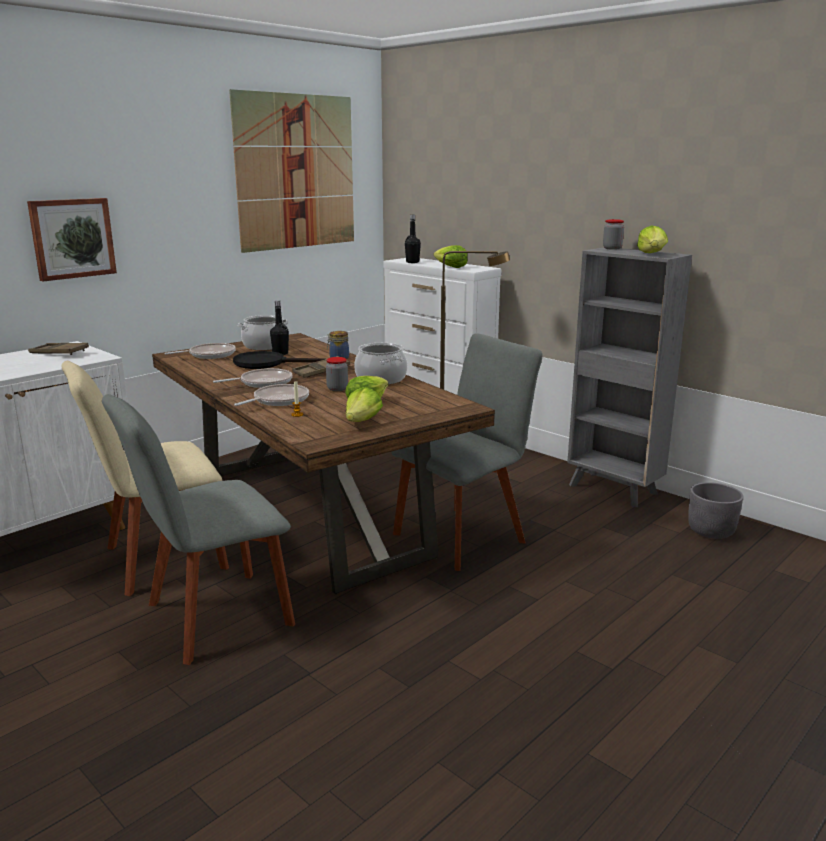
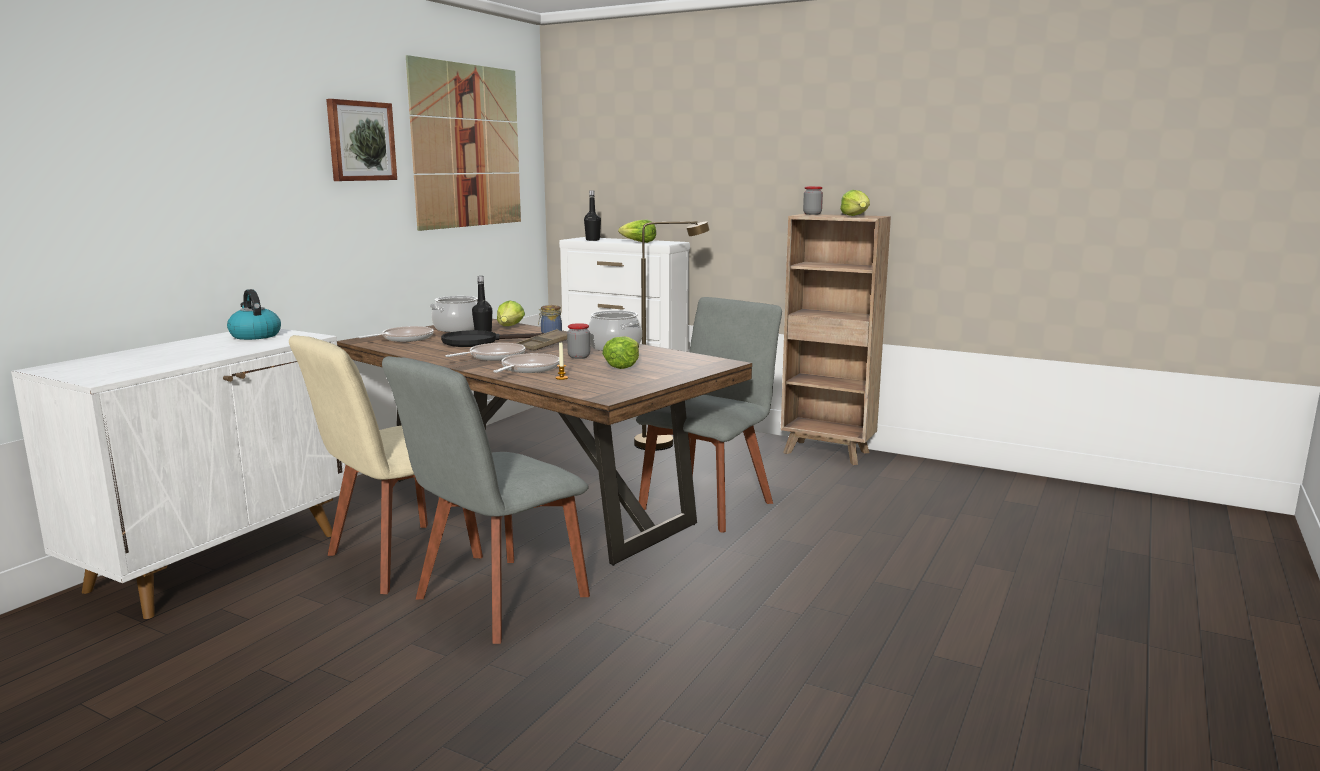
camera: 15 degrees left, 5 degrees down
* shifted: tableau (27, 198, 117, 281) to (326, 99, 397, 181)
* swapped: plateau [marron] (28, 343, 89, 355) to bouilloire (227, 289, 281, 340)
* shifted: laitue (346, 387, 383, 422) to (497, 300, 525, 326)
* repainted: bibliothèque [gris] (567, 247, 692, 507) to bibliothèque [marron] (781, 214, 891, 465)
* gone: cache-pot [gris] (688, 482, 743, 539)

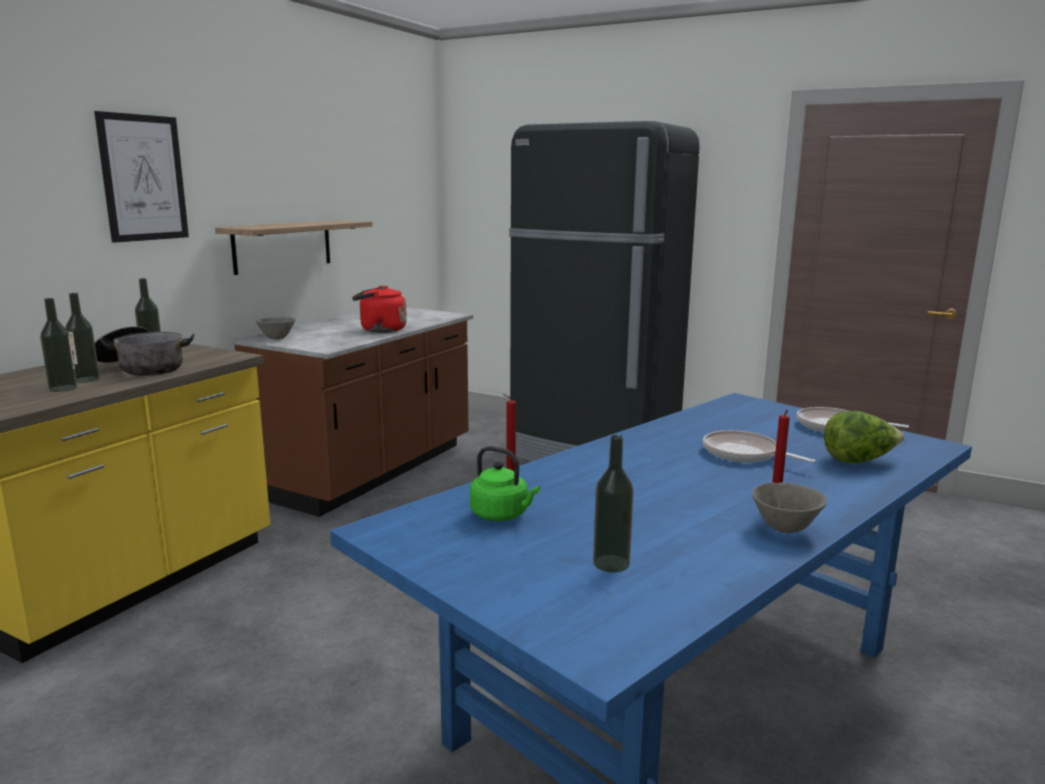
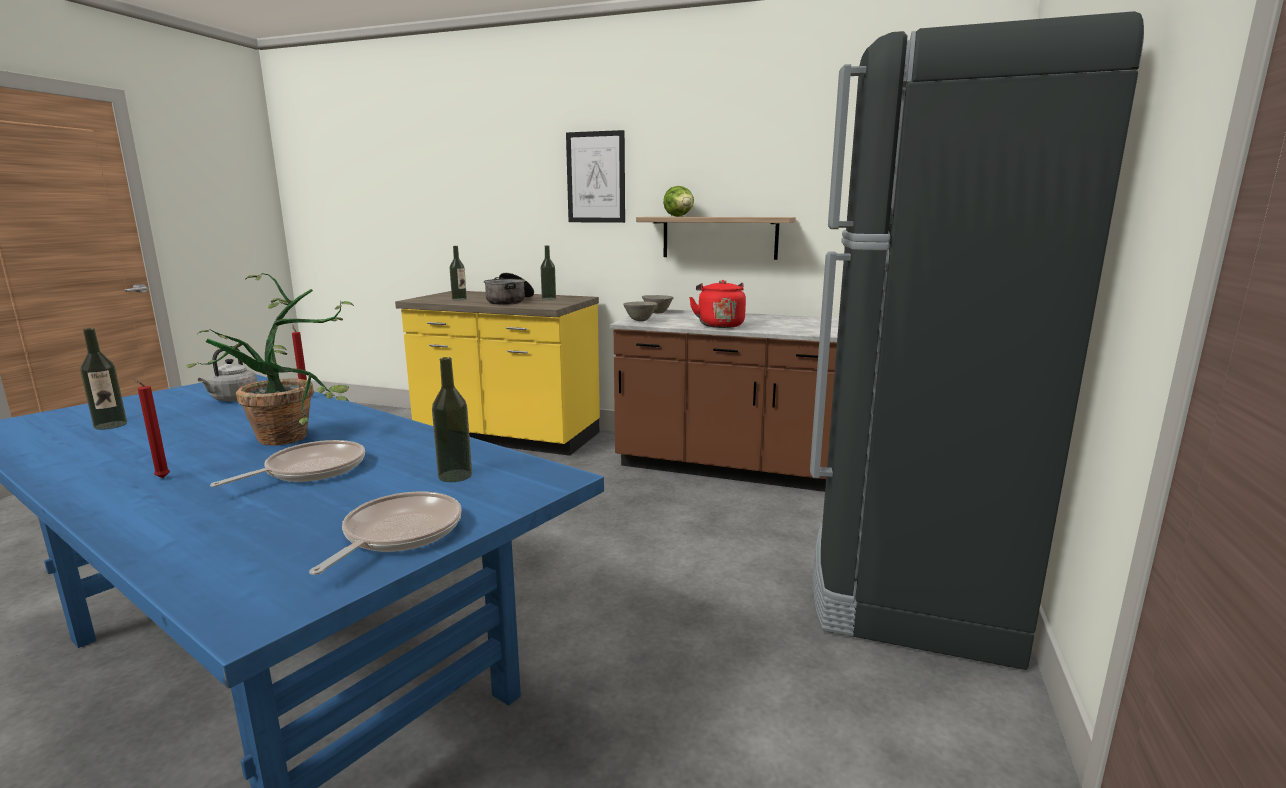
camera: 80 degrees right, 0 degrees up
* shifted: bouteille (65, 293, 100, 383) to (432, 357, 472, 482)
* repainted: bouilloire [vert] (470, 446, 540, 521) to bouilloire [gris] (198, 346, 258, 401)
* shifted: bol [gris] (752, 483, 827, 533) to (623, 301, 658, 321)
* shifted: laitue (824, 410, 904, 463) to (663, 186, 694, 217)
* new: plante en pot (186, 273, 354, 446)

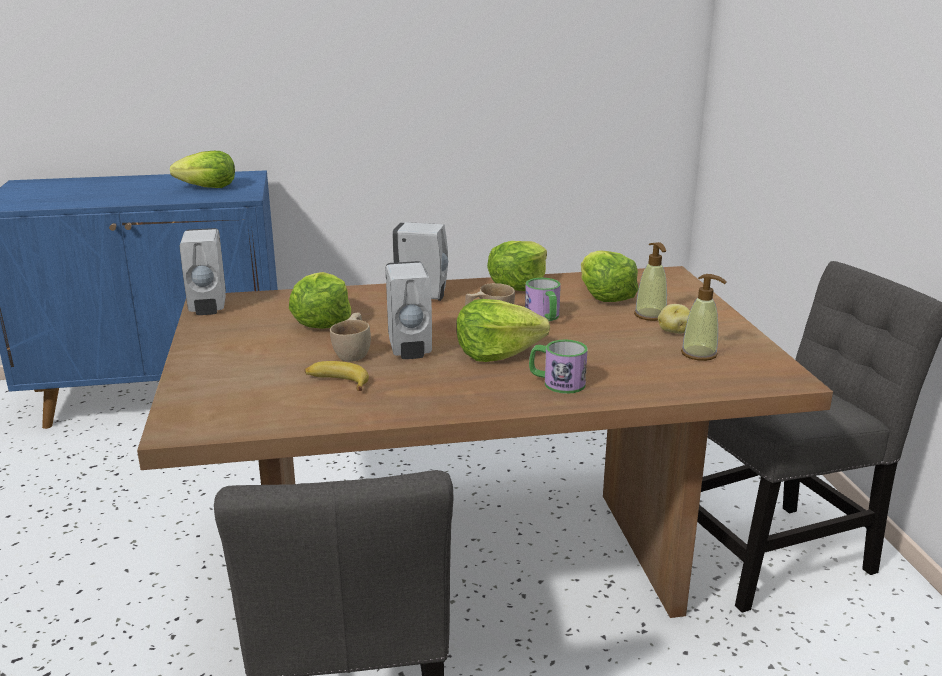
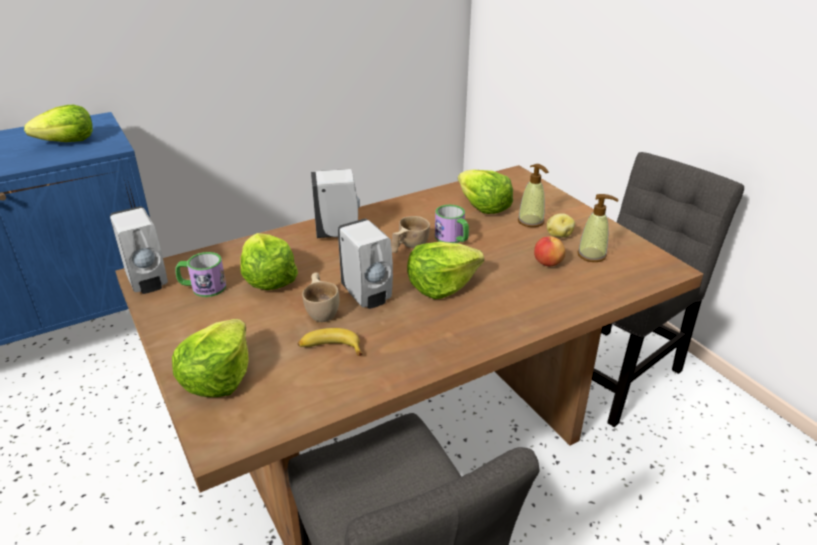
camera: 20 degrees left, 10 degrees up
* shifted: laitue (487, 241, 547, 291) to (172, 319, 249, 397)
* shifted: mug (529, 340, 588, 394) to (175, 252, 226, 297)
* new: pomme (534, 236, 565, 266)

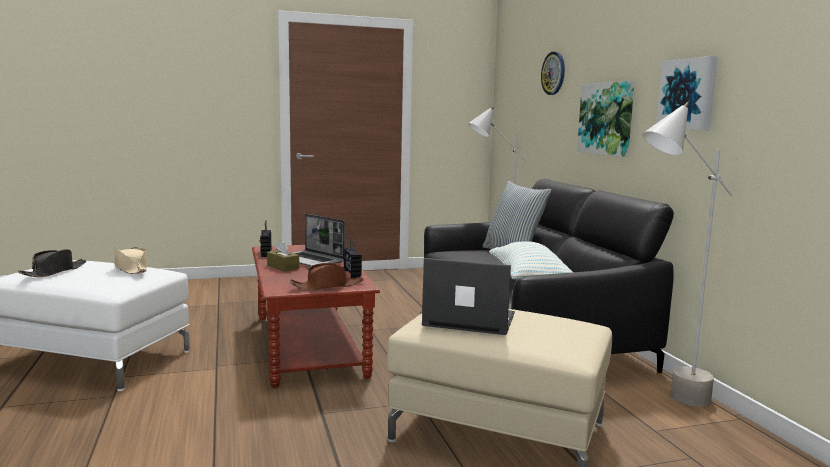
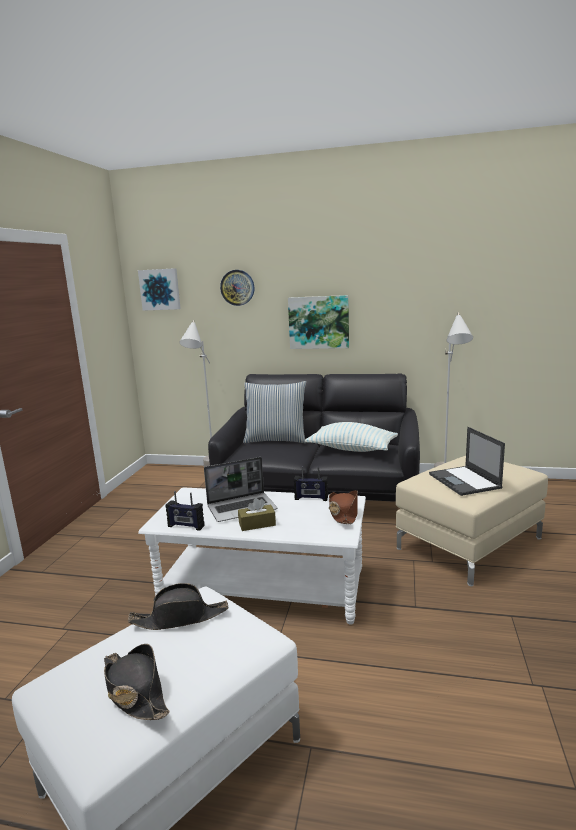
camera: 60 degrees left, 5 degrees up
* repainted: chapeau [beige] (114, 247, 147, 274) to chapeau [noir] (128, 583, 229, 630)
* repainted: table basse [marron] (252, 245, 380, 388) to table basse [blanc] (138, 487, 366, 625)
* rotated: ordinateur portable (422, 258, 515, 335) = (429, 427, 505, 496) 60 degrees counterclockwise
* shifted: tableau (656, 56, 718, 130) to (138, 268, 181, 311)

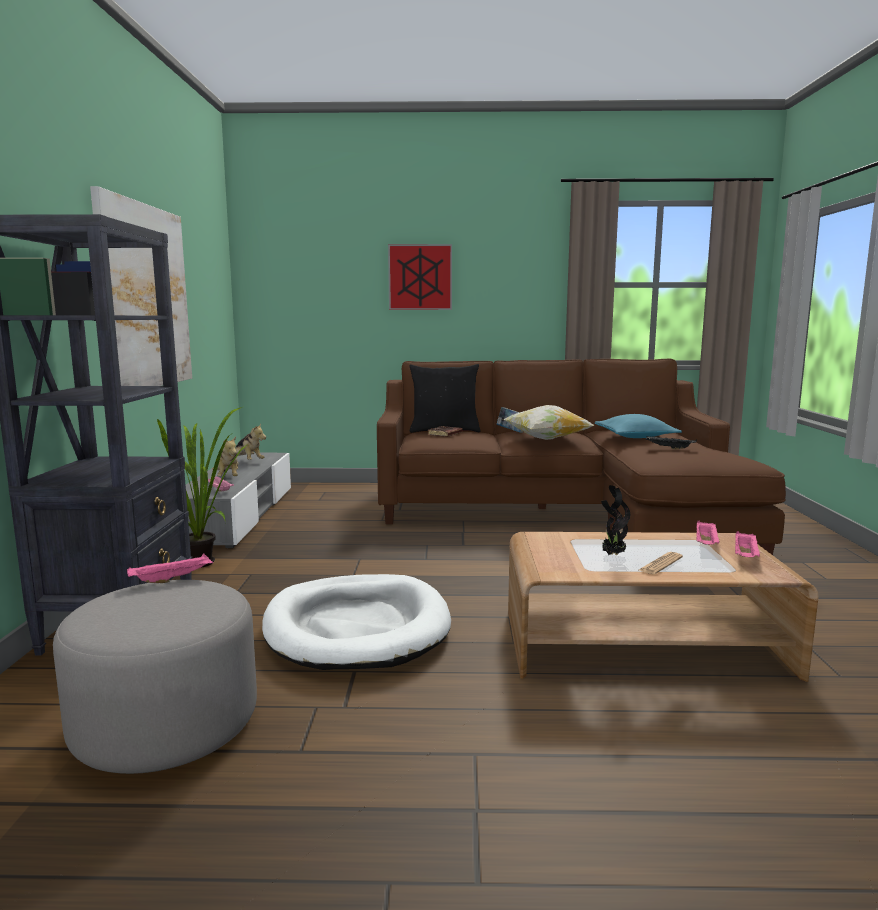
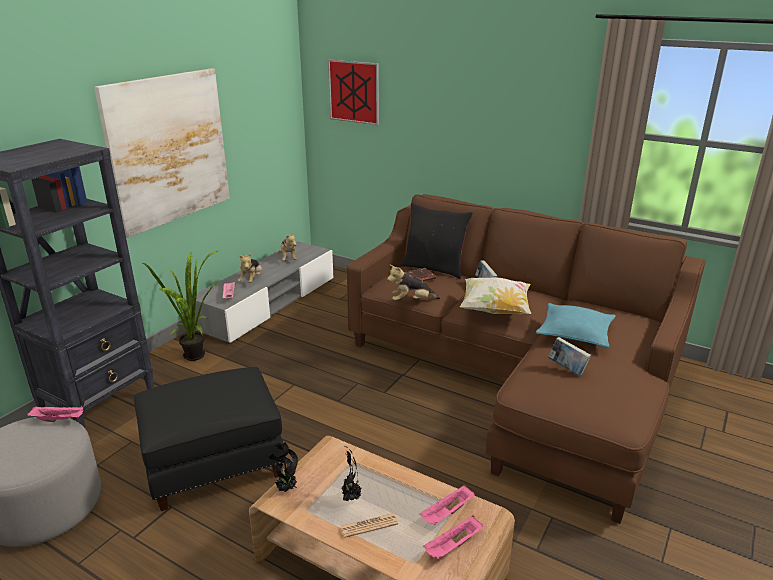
camera: 30 degrees right, 15 degrees up
* swapped: panier pour chien [blanc] (262, 574, 451, 670) to pouf [noir] (134, 367, 286, 511)
* shifted: tableau (388, 244, 452, 310) to (328, 60, 379, 125)
* swapped: plateau [noir] (646, 436, 697, 449) to livre (548, 337, 591, 376)
* new: plante en pot (269, 442, 298, 492)
* new: peluche (387, 265, 441, 300)

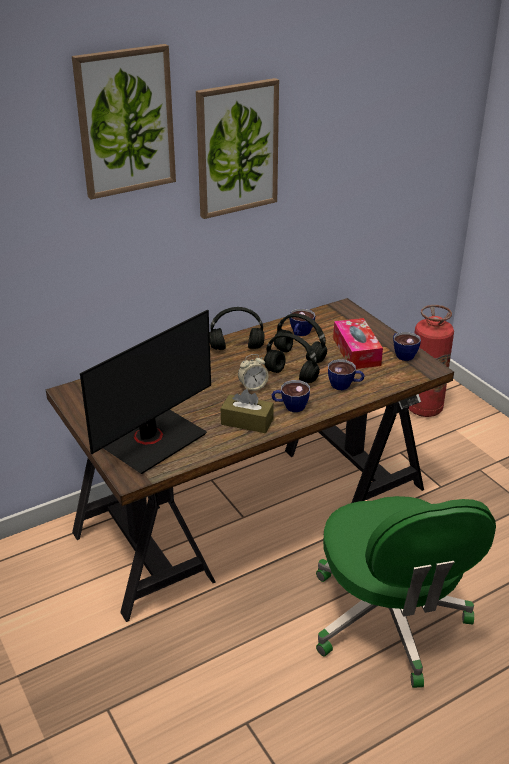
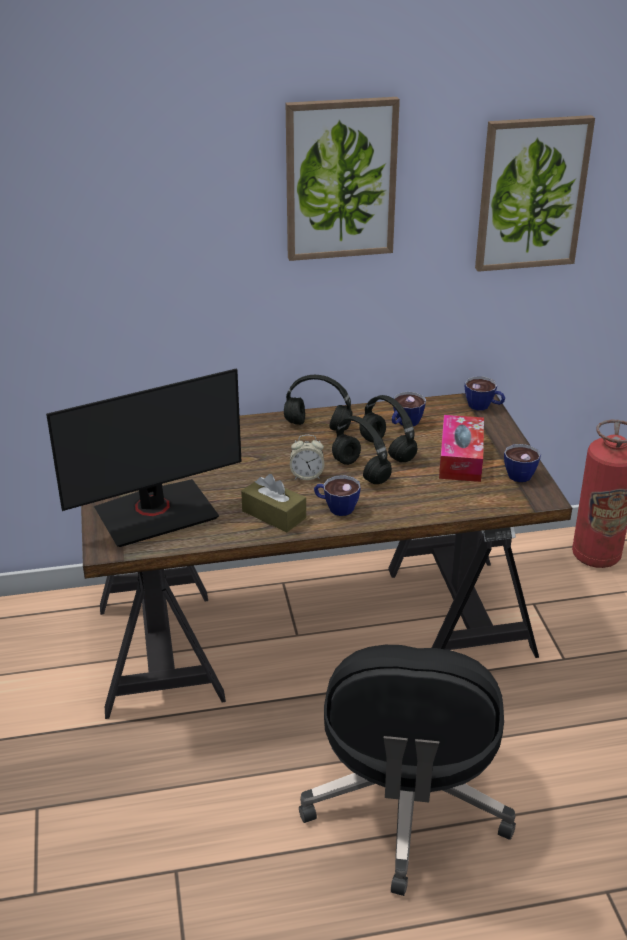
camera: 20 degrees right, 0 degrees up
* shifted: tableau (72, 44, 176, 199) to (475, 115, 595, 272)
* repainted: chaise de bureau [vert] (316, 496, 496, 688) to chaise de bureau [noir] (299, 645, 516, 896)
* shifted: tasse (328, 359, 365, 390) to (465, 376, 505, 411)

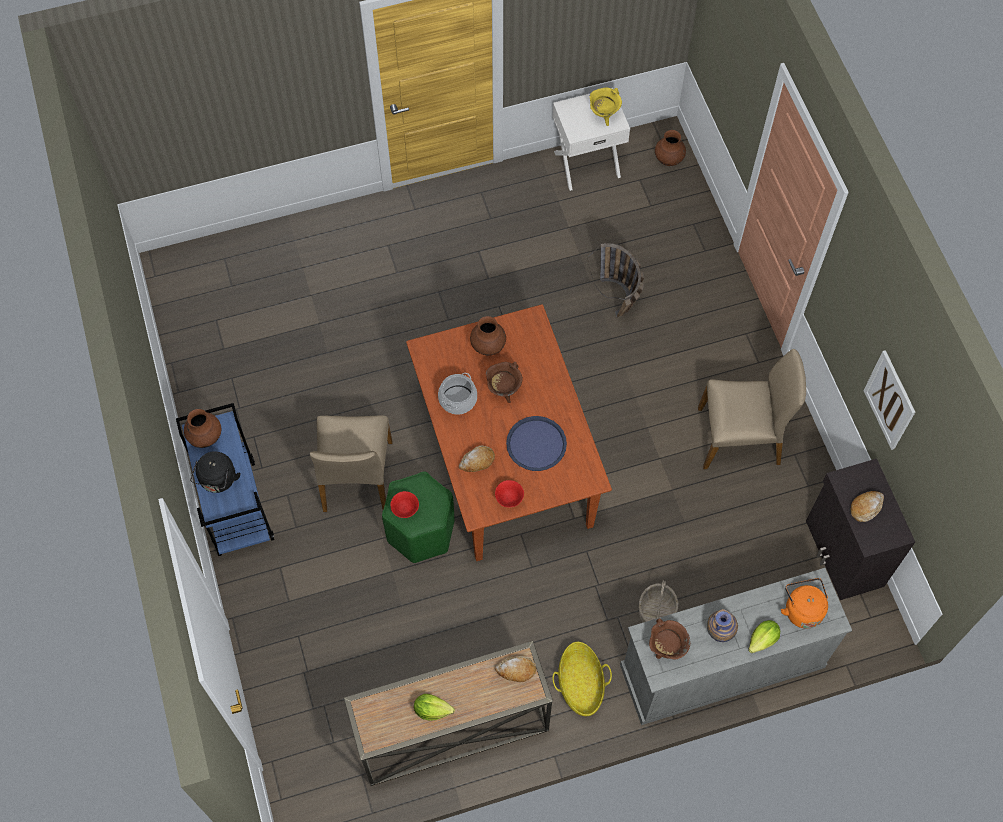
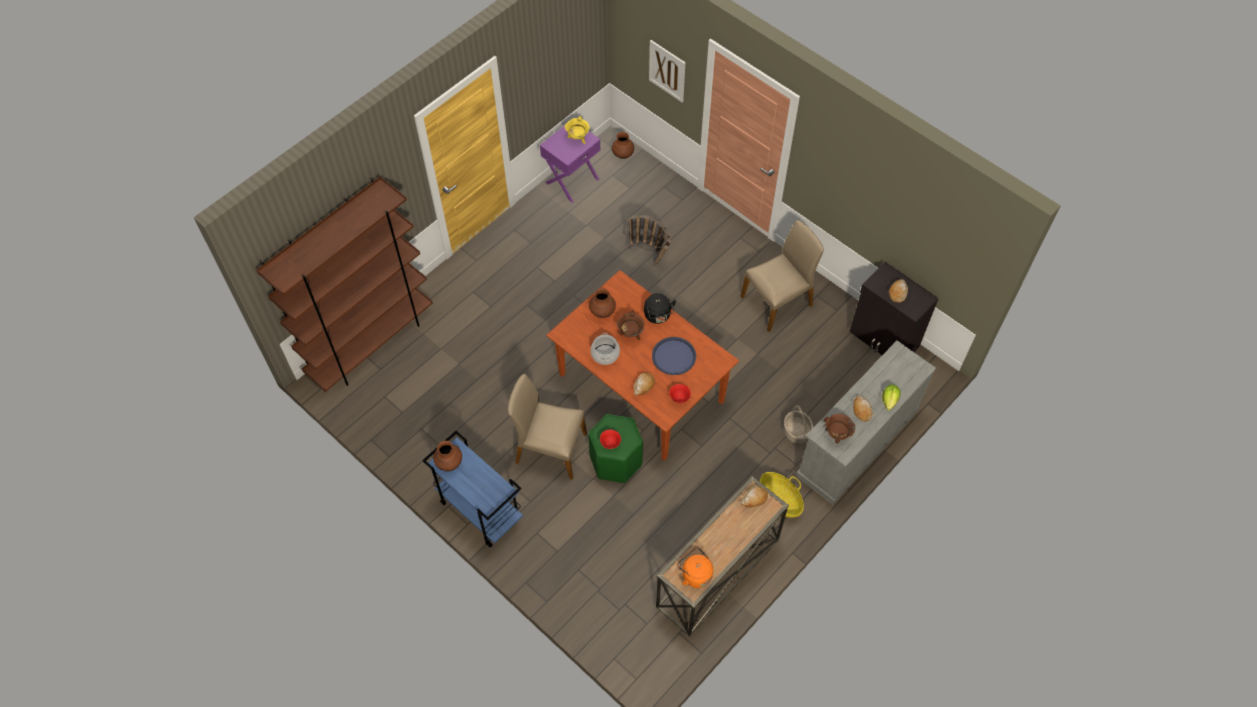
camera: 30 degrees left, 5 degrees down
* shifted: bouilloire [noir] (190, 451, 241, 493) to (644, 293, 676, 324)
* rotated: chaise [beige] (310, 416, 392, 512) = (508, 374, 587, 480) 135 degrees clockwise
* gone: laitue (414, 694, 455, 721)
* repainted: table de chevet [blanc] (553, 88, 630, 191) to table de chevet [violet] (540, 125, 601, 202)
* swapped: vase (707, 609, 738, 642) to pain (853, 395, 873, 422)
* shifted: bouilloire [orange] (781, 578, 828, 629) to (677, 547, 713, 588)
* shifted: tableau (863, 350, 915, 450) to (649, 40, 685, 102)
* new: bibliothèque [marron] (256, 176, 433, 392)

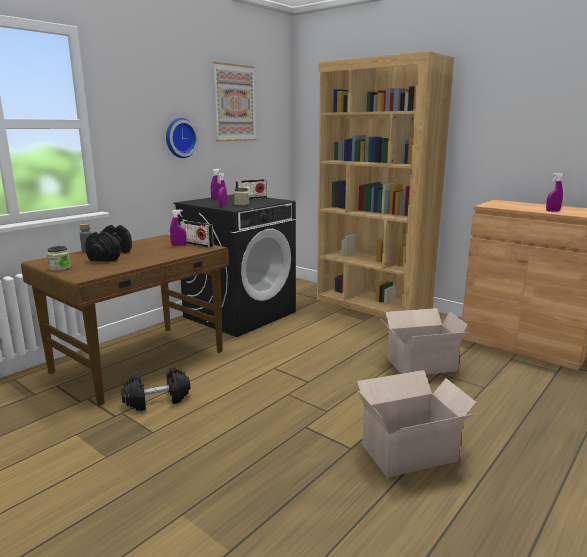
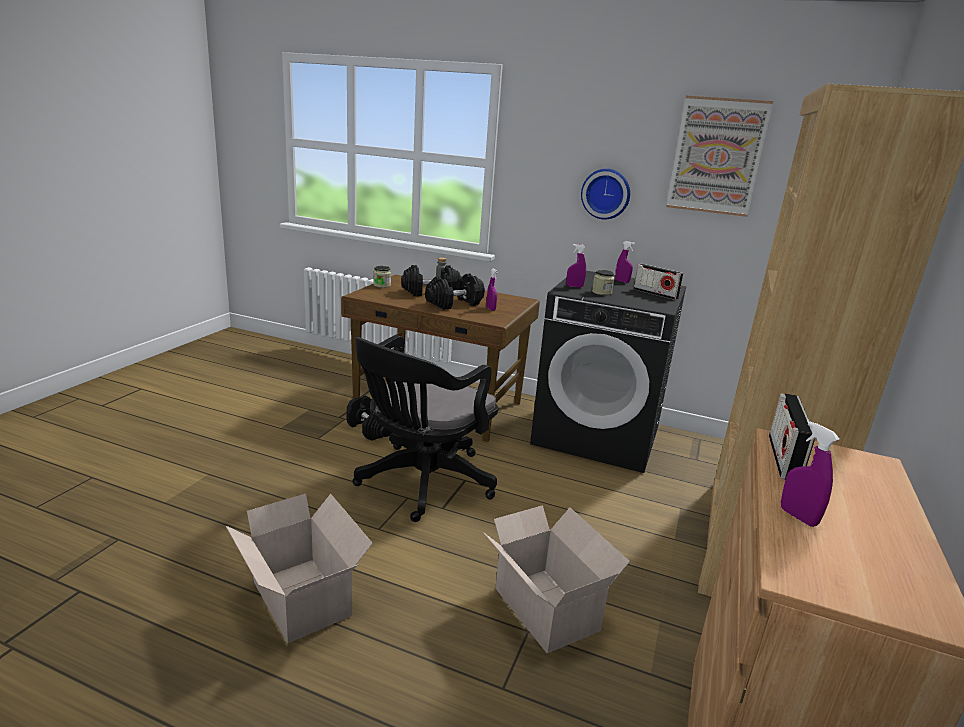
camera: 70 degrees right, 5 degrees up
* shifted: radio (180, 221, 214, 247) to (769, 393, 815, 480)
* new: chaise de bureau [noir] (353, 335, 498, 522)
* new: haltère [noir] (425, 274, 485, 310)

